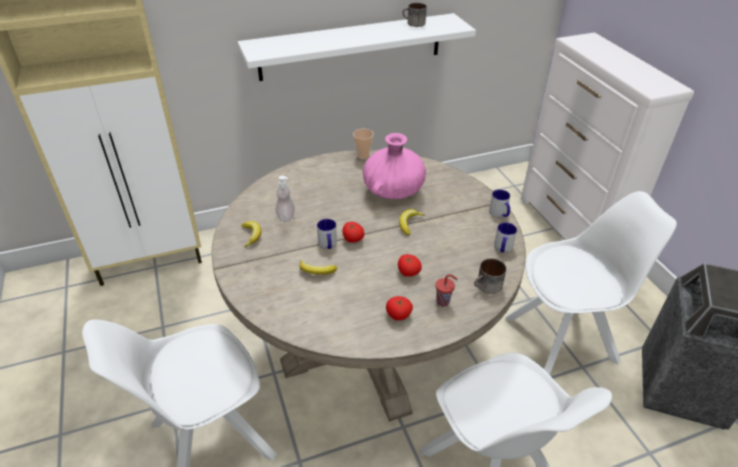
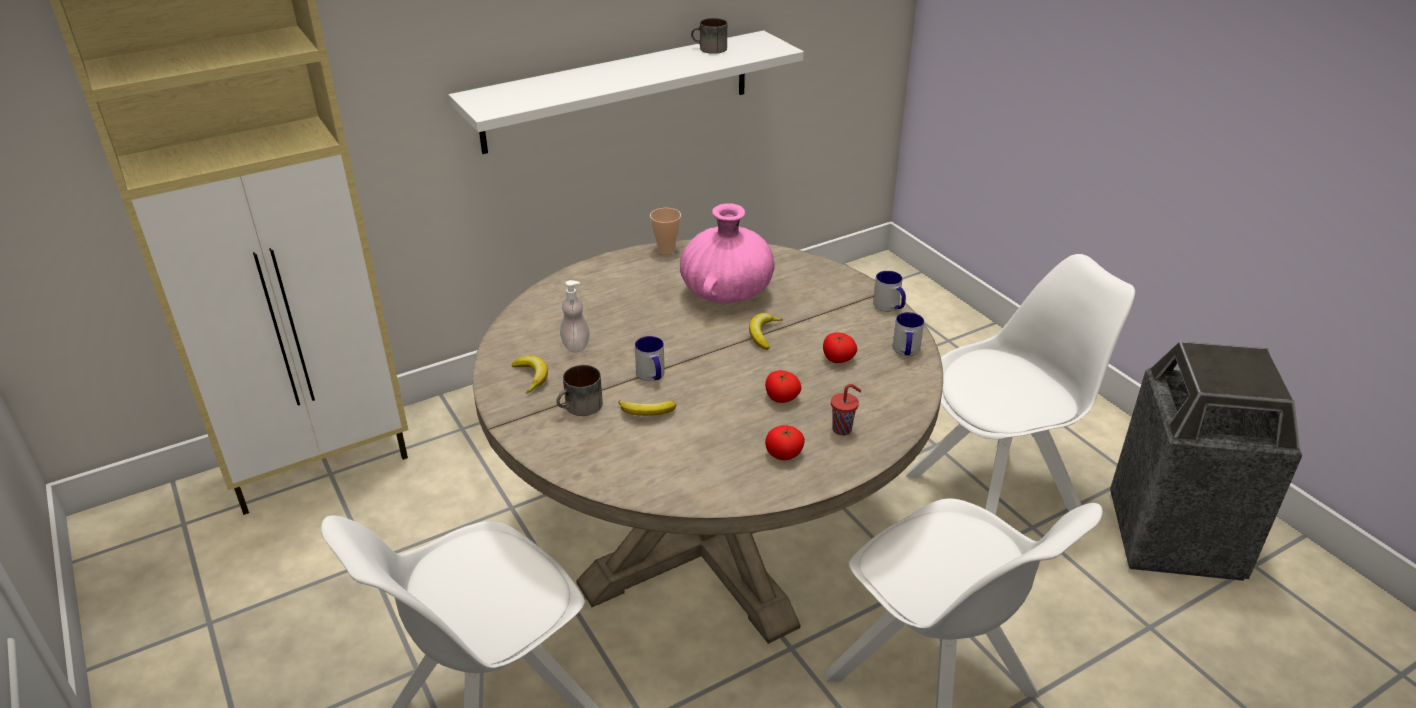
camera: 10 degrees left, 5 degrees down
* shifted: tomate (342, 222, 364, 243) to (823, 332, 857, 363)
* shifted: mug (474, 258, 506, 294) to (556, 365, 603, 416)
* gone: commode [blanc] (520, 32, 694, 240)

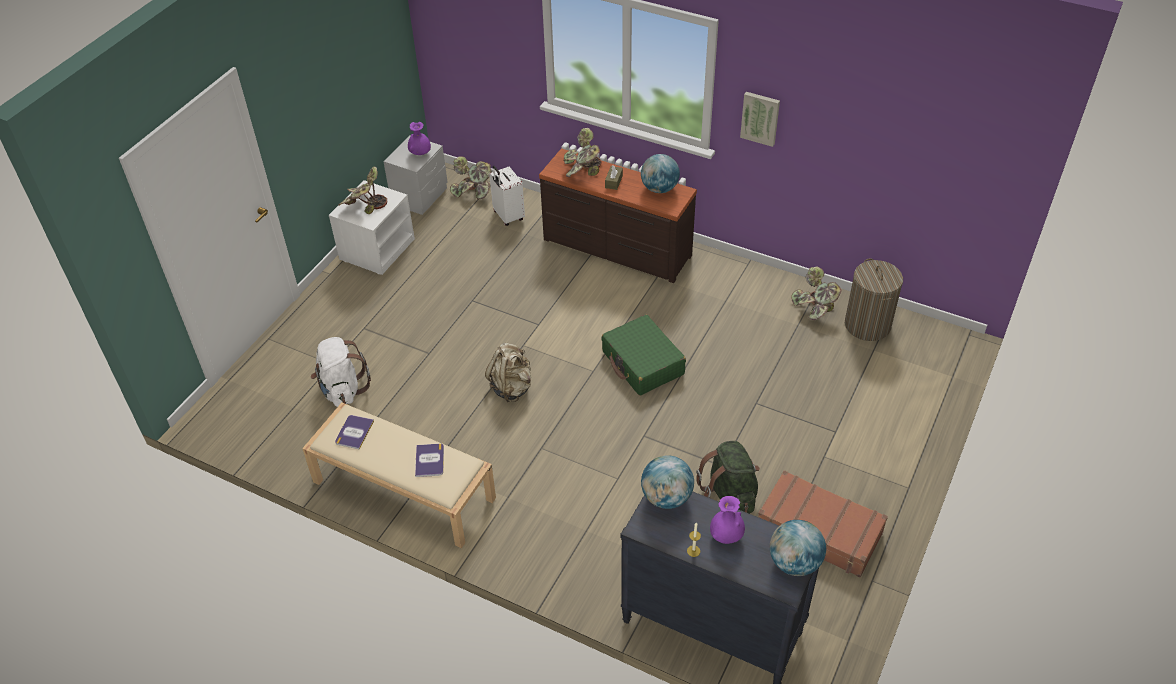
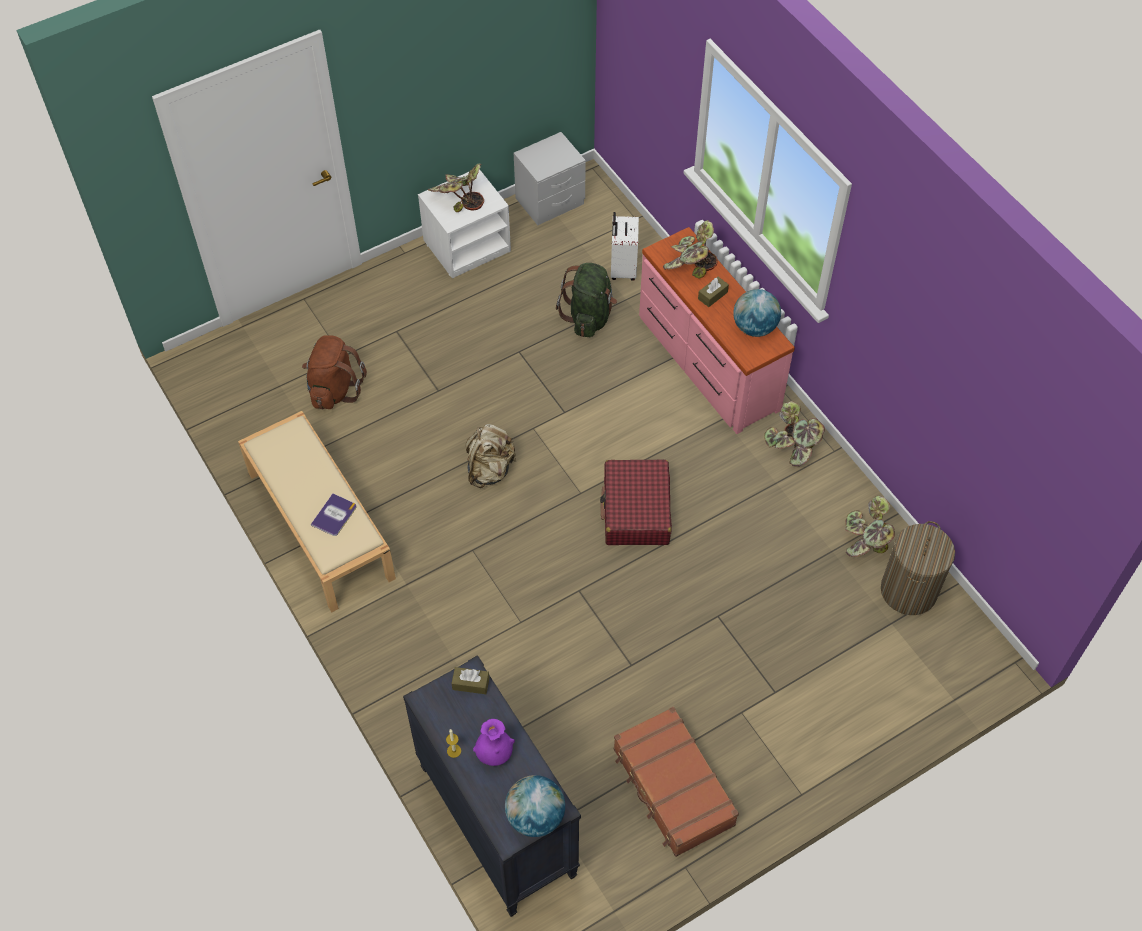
camera: 30 degrees right, 10 degrees up
* repainted: sac à dos [blanc] (311, 337, 371, 407) to sac à dos [marron] (302, 335, 367, 409)
* gone: livre (335, 415, 374, 450)
* gone: vase [violet] (408, 122, 431, 155)
* shifted: plante en pot (450, 156, 492, 199) to (764, 401, 825, 467)
* repainted: commode [marron] (539, 148, 697, 283) to commode [rose] (639, 227, 795, 434)
* repainted: valise [vert] (601, 315, 686, 396) to valise [rouge] (600, 459, 672, 545)
* swapped: globe (641, 456, 694, 509) to boîte à mouchoirs [marron] (451, 667, 489, 694)
* shifted: sac à dos [vert] (696, 441, 760, 514) to (556, 263, 617, 337)
* gone: tableau (740, 92, 780, 147)

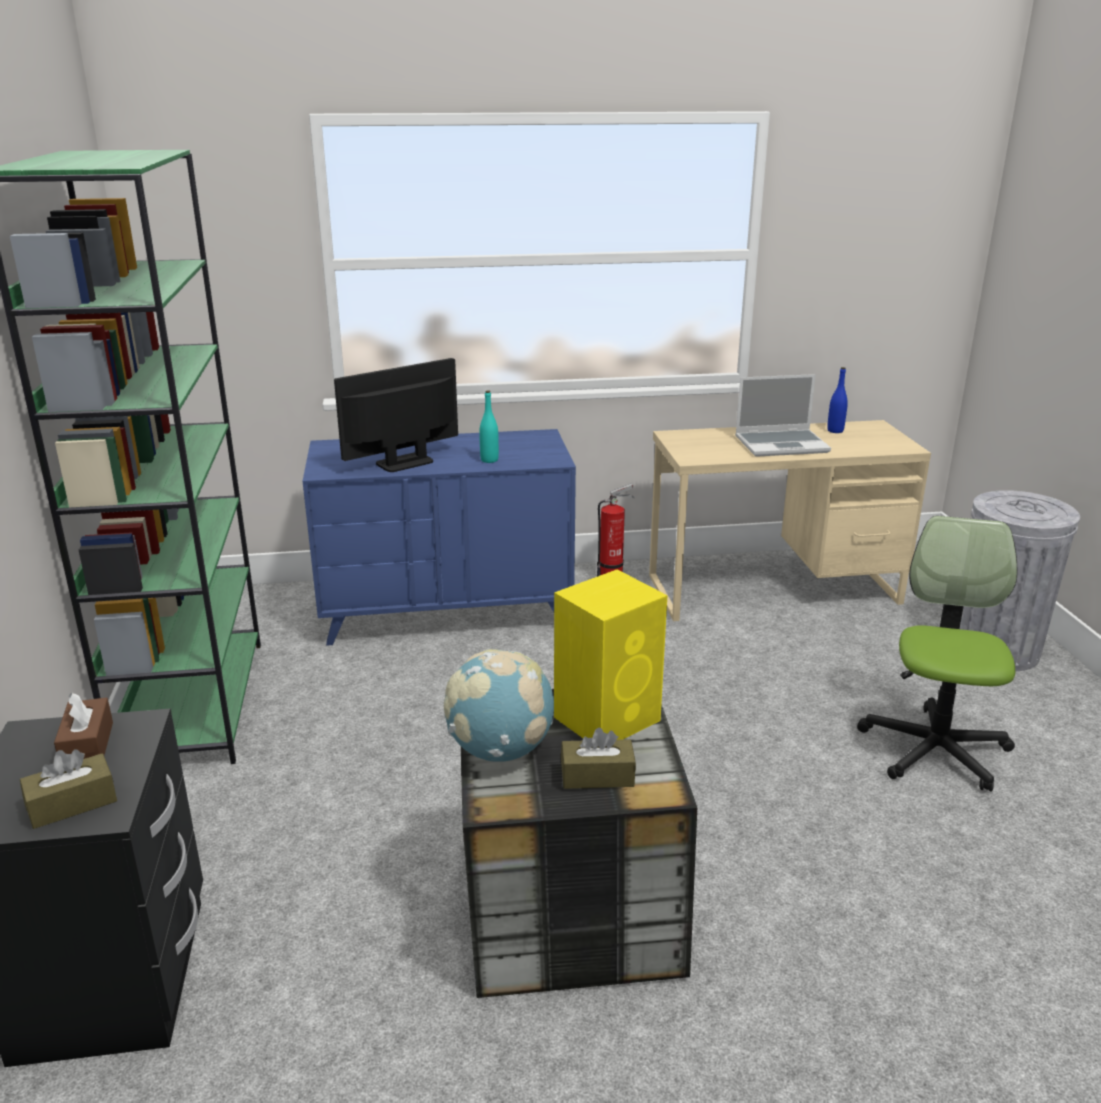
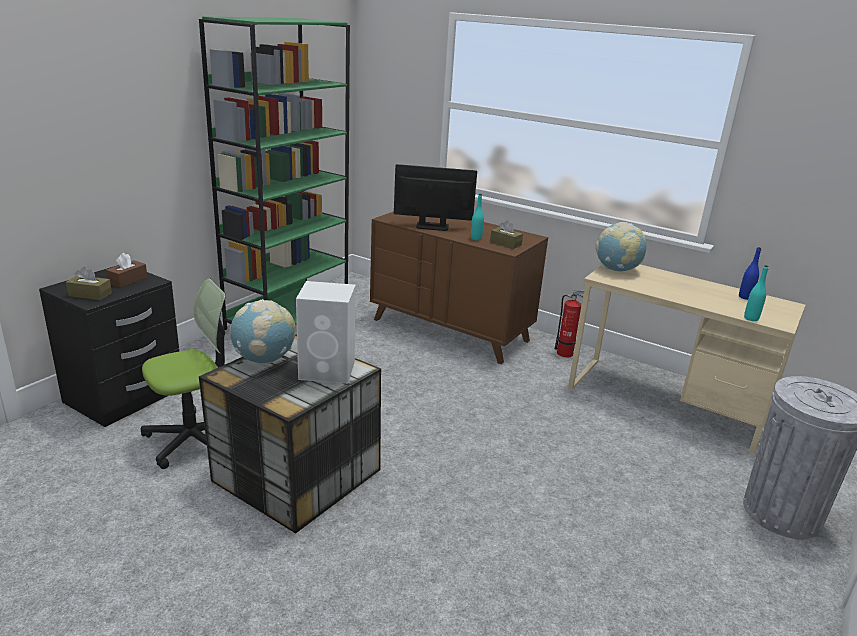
camera: 40 degrees right, 0 degrees up
* repainted: commode [bleu] (303, 429, 576, 646) to commode [marron] (370, 211, 548, 364)
* repainted: enceinte [jaune] (554, 569, 667, 740) to enceinte [blanc] (296, 281, 356, 384)
* shifted: boîte à mouchoirs [marron] (561, 728, 636, 789) to (490, 220, 523, 249)
* gone: ordinateur portable (735, 374, 831, 457)
* shifted: chaise de bureau (857, 516, 1017, 792) to (141, 278, 226, 469)
* new: globe (595, 222, 647, 271)
* new: bouteille [turquoise] (744, 265, 769, 321)

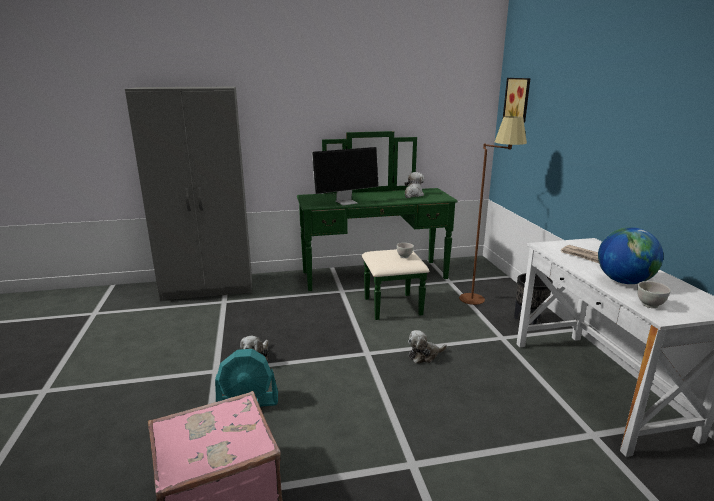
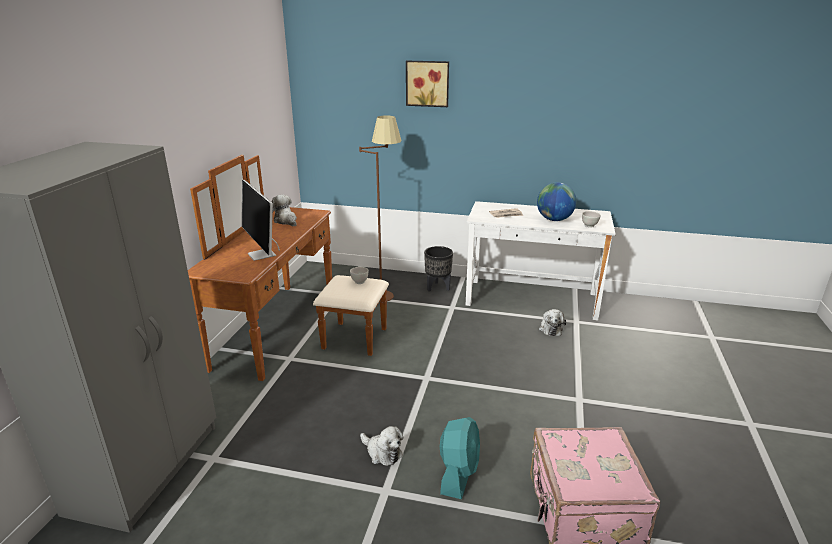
camera: 65 degrees left, 5 degrees up
* repainted: commode [vert] (297, 131, 458, 320) to commode [marron] (188, 155, 389, 381)
* rotated: écran d'ordinateur (312, 147, 379, 205) = (242, 180, 280, 261) 150 degrees clockwise
* shifted: peluche (408, 330, 447, 364) to (539, 309, 566, 336)
* shifted: tableau (503, 78, 531, 122) to (406, 61, 449, 107)

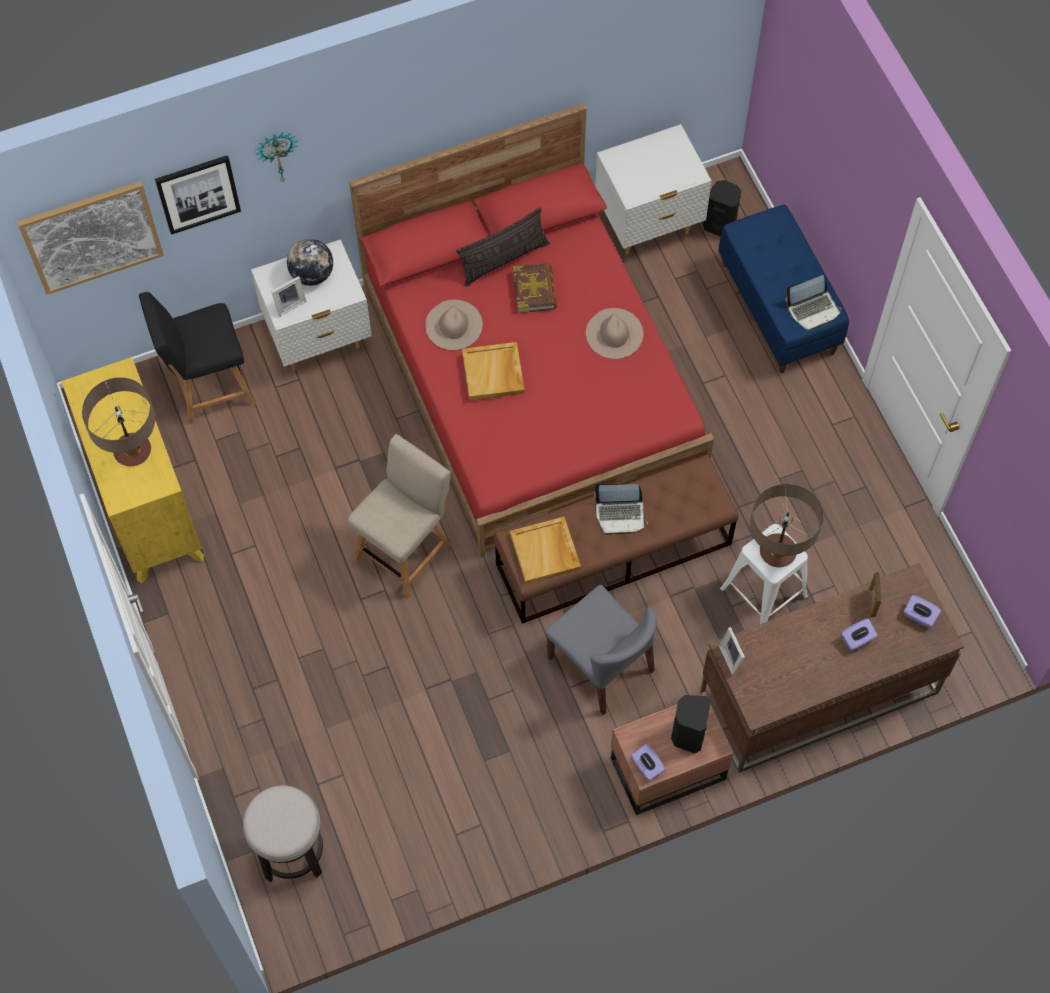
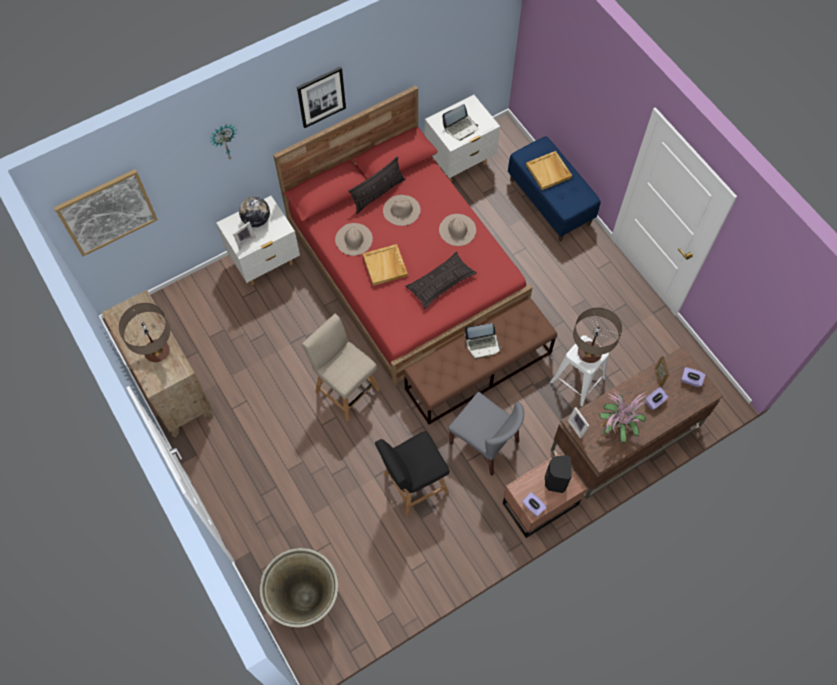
camera: 10 degrees left, 0 degrees up
* repainted: commode [jaune] (61, 357, 204, 583) to commode [marron] (101, 290, 214, 438)
* shifted: chaise [noir] (139, 292, 255, 424) to (375, 431, 450, 515)
* shifted: tableau (155, 155, 241, 235) to (297, 67, 346, 128)
* swapped: tabouret (243, 785, 323, 882) to cache-pot [gris] (260, 548, 338, 628)
* rotated: chaise [beige] (348, 434, 452, 599) = (302, 313, 380, 421) 75 degrees counterclockwise
* shifted: plateau [beige] (510, 517, 581, 584) to (526, 151, 572, 190)
* swapped: livre (513, 263, 557, 313) to chapeau [beige] (383, 195, 421, 226)
* gone: enceinte [noir] (703, 180, 741, 236)
* shifted: ordinateur portable (785, 275, 842, 331) to (442, 104, 478, 141)
* new: coussin (405, 252, 477, 309)
* new: plante en pot (598, 389, 651, 443)

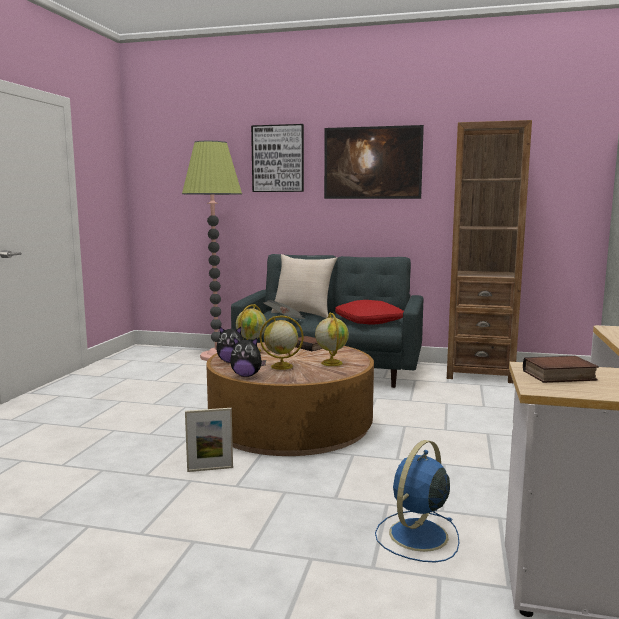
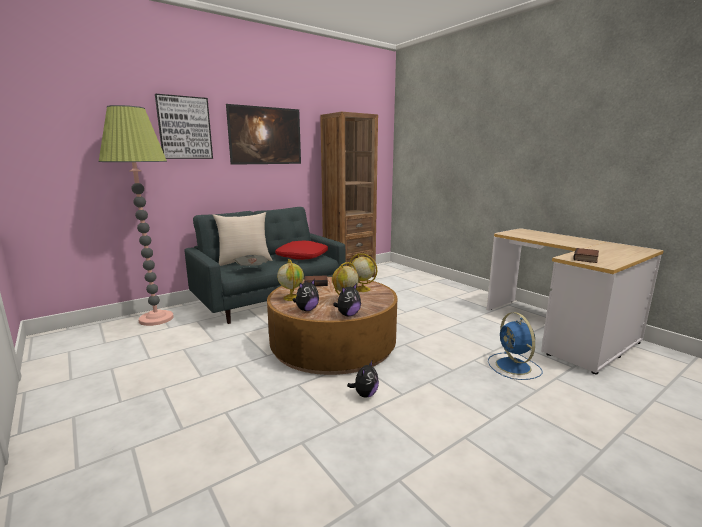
camera: 50 degrees left, 5 degrees up
* swapped: cadre photo (185, 408, 233, 472) to peluche (347, 361, 379, 397)

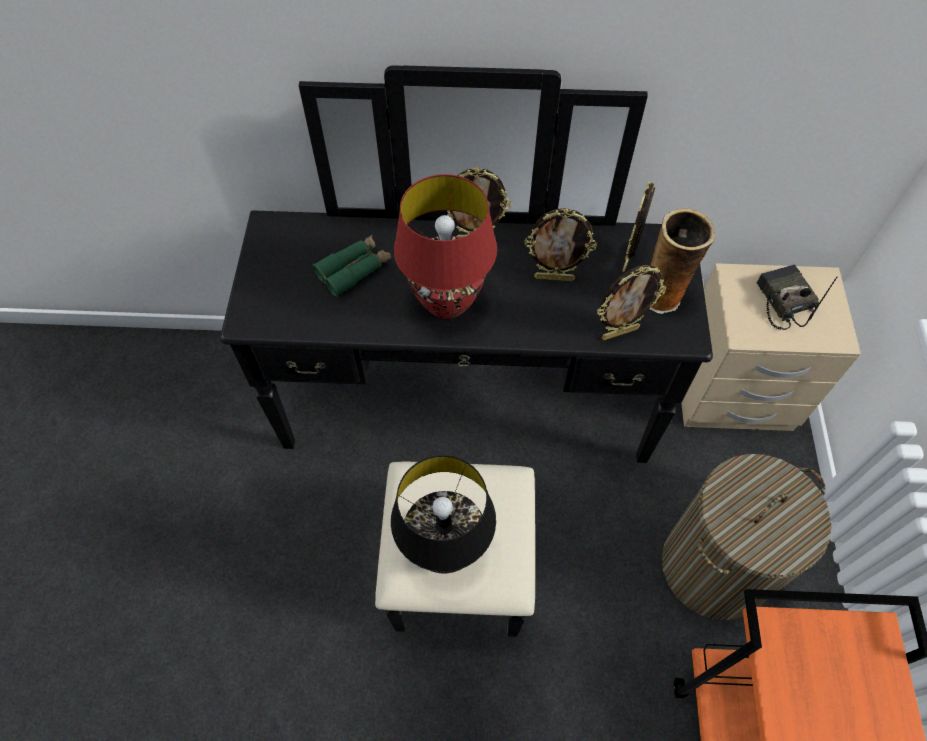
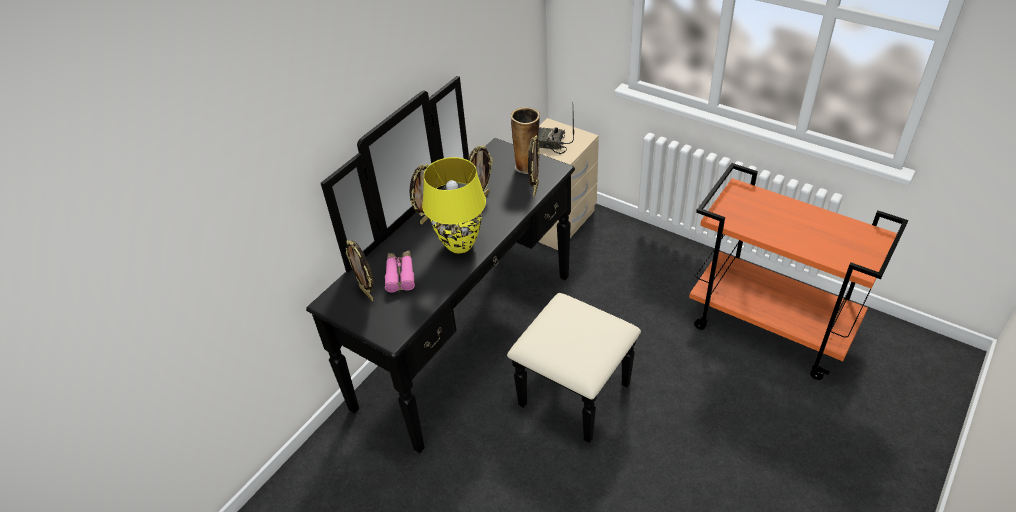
camera: 55 degrees left, 15 degrees down
* repainted: jumelles [vert] (313, 235, 391, 296) to jumelles [rose] (385, 250, 415, 293)
* gone: lampe de table [noir] (391, 455, 496, 574)
* repainted: lampe de table [rouge] (394, 174, 497, 319) to lampe de table [jaune] (422, 157, 486, 253)
* shifted: cadre photo (623, 180, 655, 272) to (346, 240, 374, 301)
* gone: panier à linge (662, 454, 831, 620)

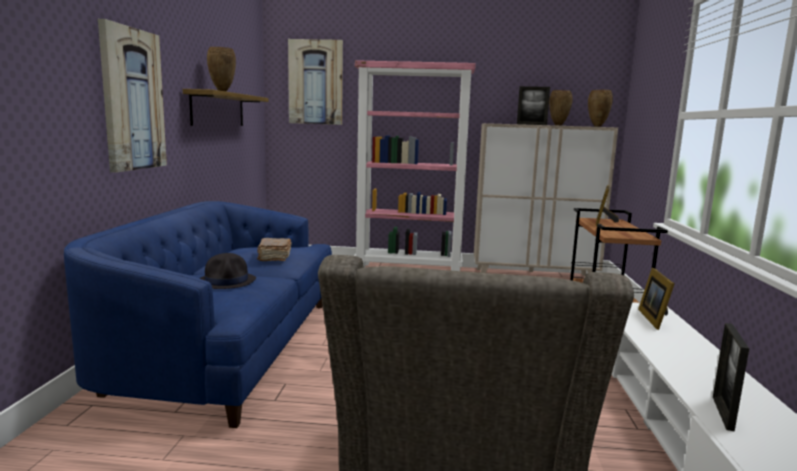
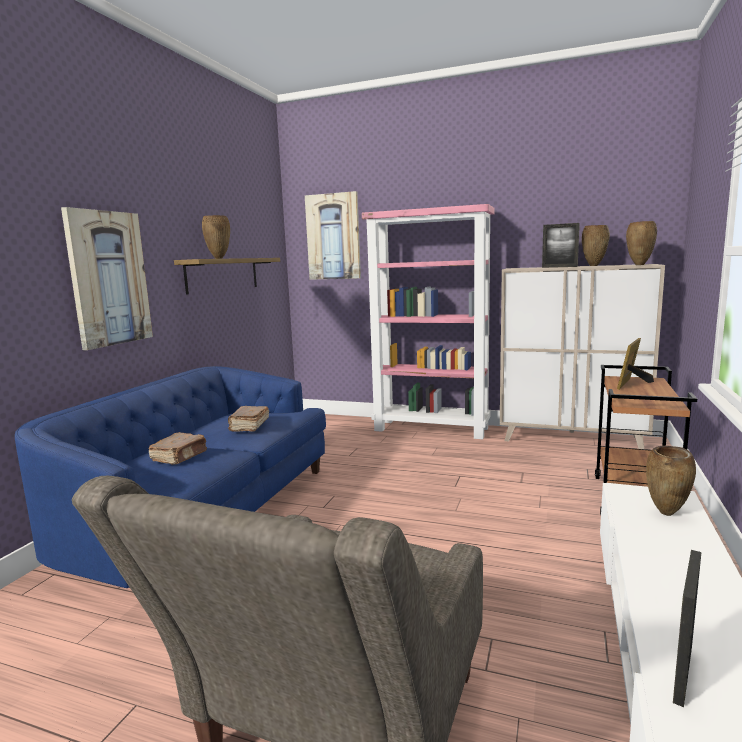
camera: 15 degrees right, 0 degrees up
* swapped: chapeau [noir] (199, 253, 256, 289) to livre [marron] (148, 432, 207, 465)
* swapped: cadre photo (638, 268, 674, 330) to vase [marron] (646, 446, 696, 516)

